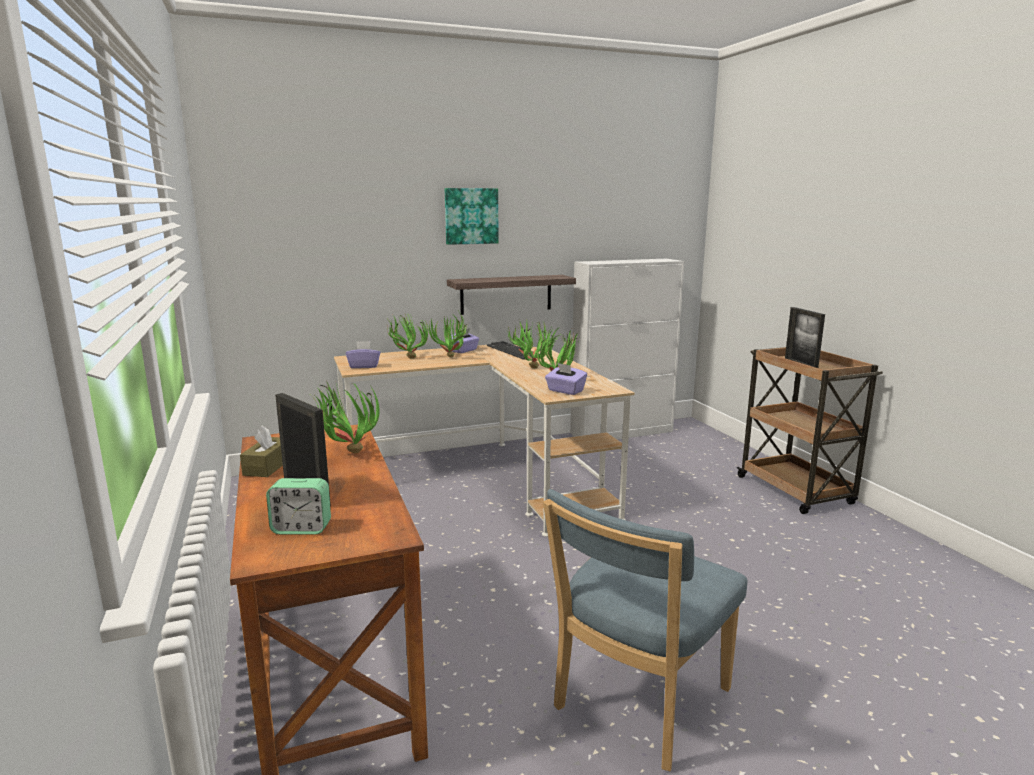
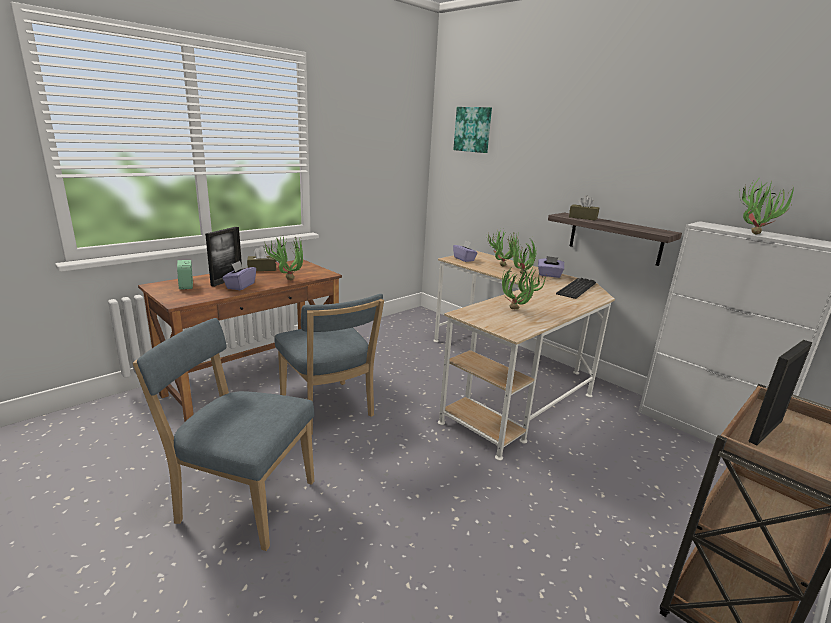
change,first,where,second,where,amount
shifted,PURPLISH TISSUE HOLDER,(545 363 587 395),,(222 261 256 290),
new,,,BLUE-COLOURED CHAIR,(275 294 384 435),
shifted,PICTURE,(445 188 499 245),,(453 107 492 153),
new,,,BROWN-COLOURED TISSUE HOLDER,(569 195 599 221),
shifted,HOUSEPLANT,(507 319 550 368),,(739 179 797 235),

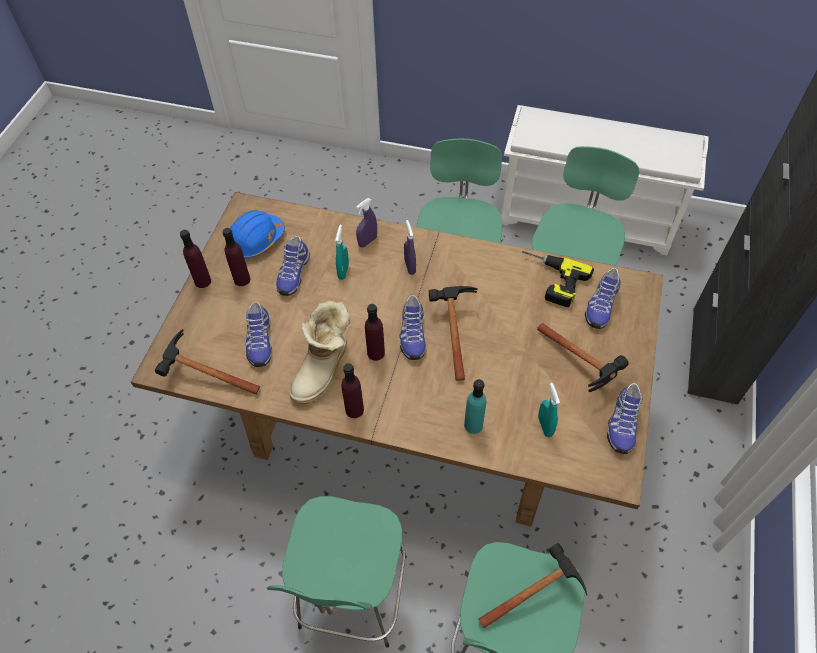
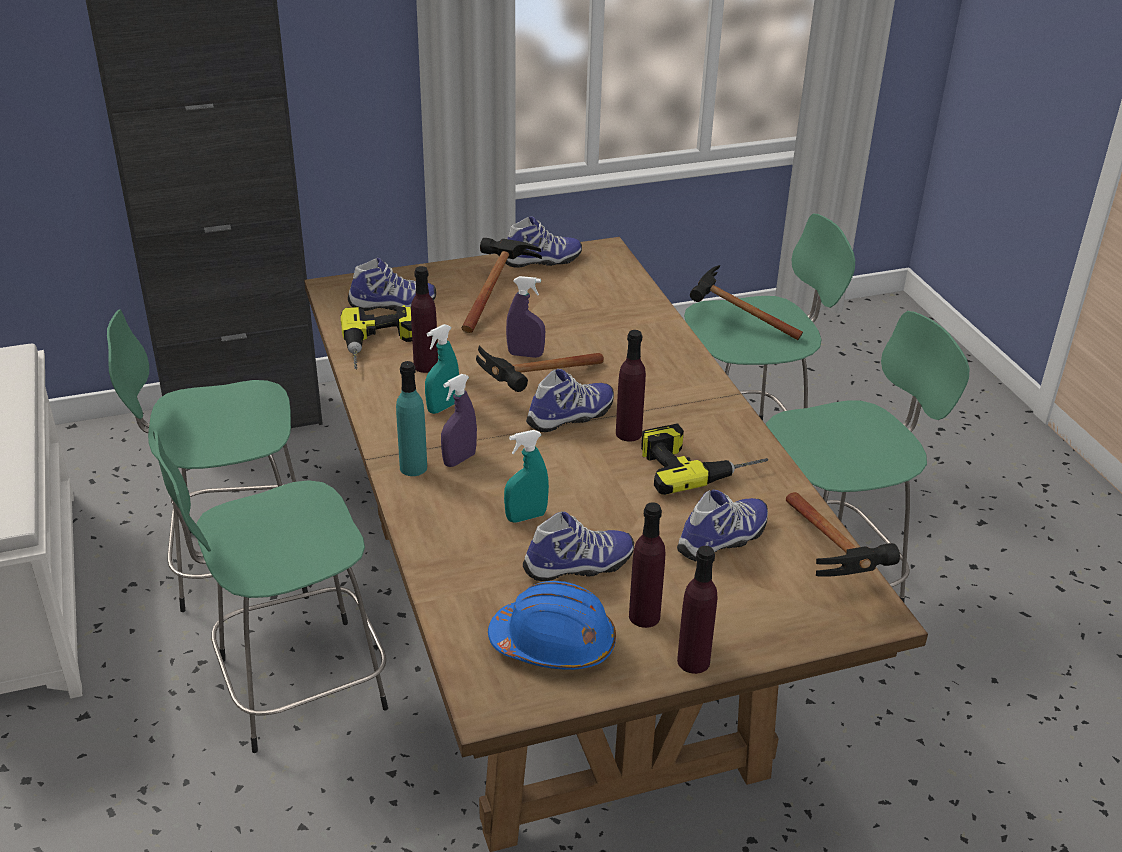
change,first,where,second,where,amount
shifted,TURQUOISE BOTTLE,(464 379 486 434),,(396 361 427 476),
shifted,PURPLISH BOTTLE,(342 363 364 418),,(411 266 438 373),
shifted,TURQUOISE SPRAYER,(538 383 560 437),,(425 324 459 414),
shifted,PURPLISH SPRAYER,(356 198 377 247),,(506 276 545 358),
swapped,TALL BOOT,(289 301 351 403),DRILL,(641 423 768 495),

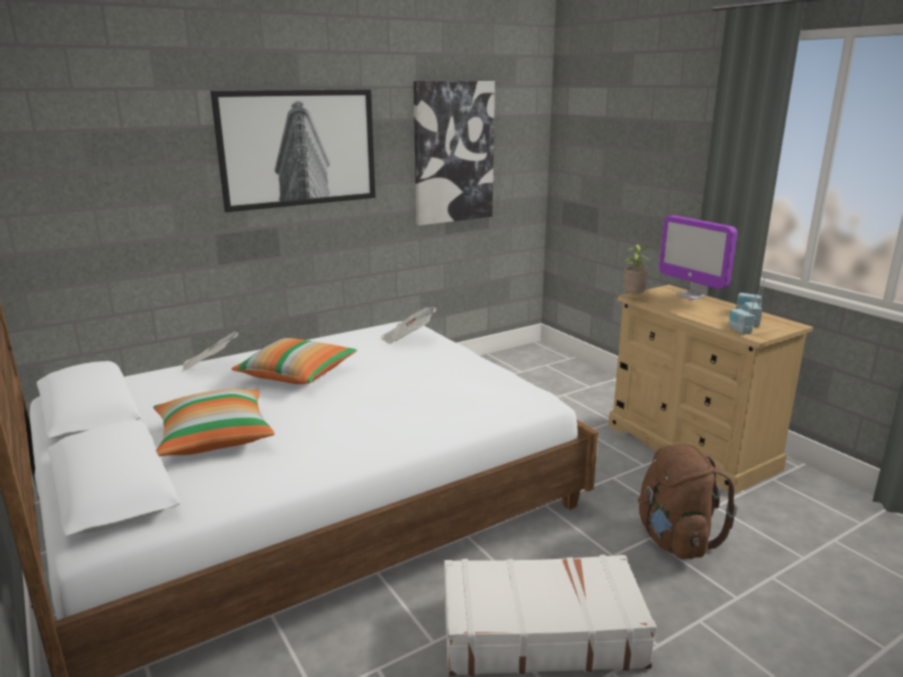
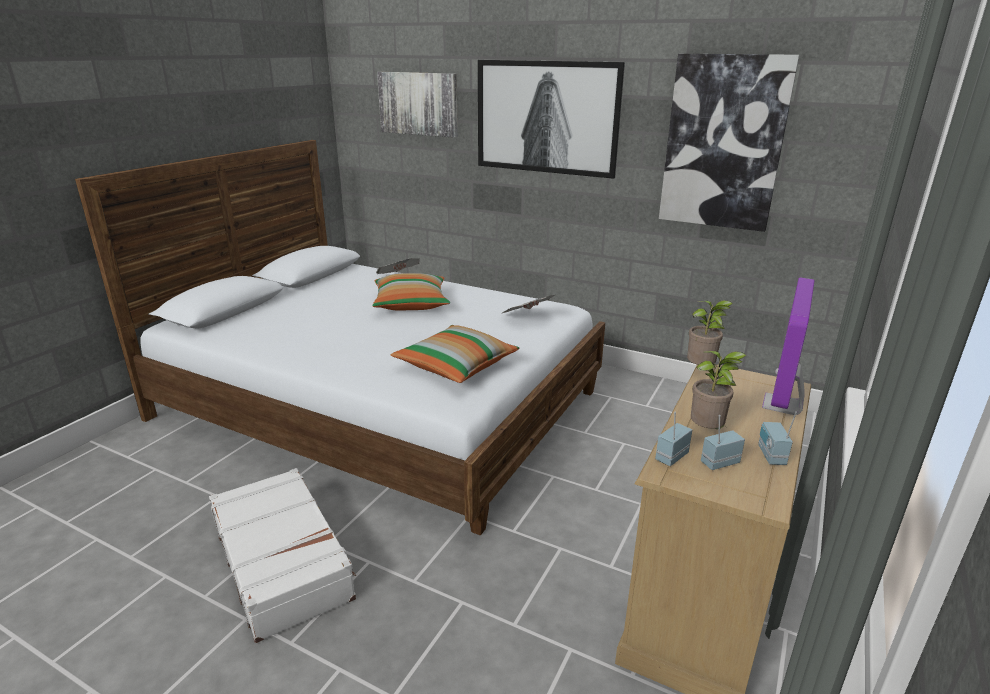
change,first,where,second,where,amount
new,,,PICTURE,(377 72 458 138),
shifted,CUSHION,(153 389 275 456),,(391 325 519 383),
new,,,HOUSEPLANT,(691 351 747 429),
gone,BROWN-COLOURED RUCKSACK,(638 444 737 559),,,

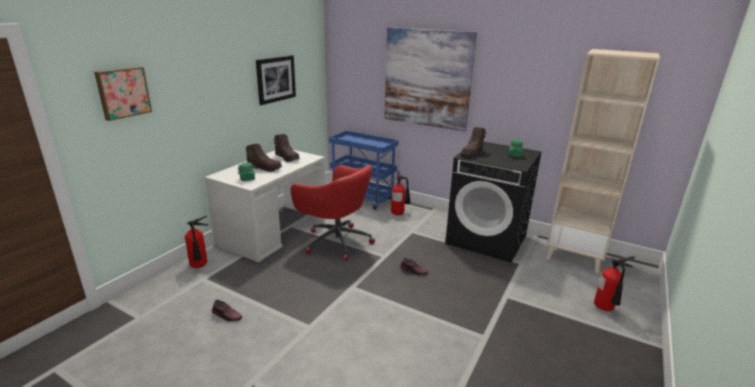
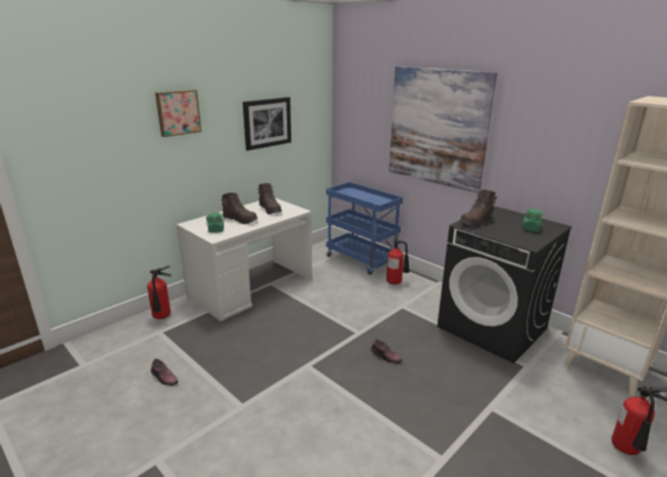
change,first,where,second,where,amount
shifted,PICTURE,(94 67 152 121),,(155 90 202 137),
gone,RED COMPUTER CHAIR,(290 165 375 261),,,

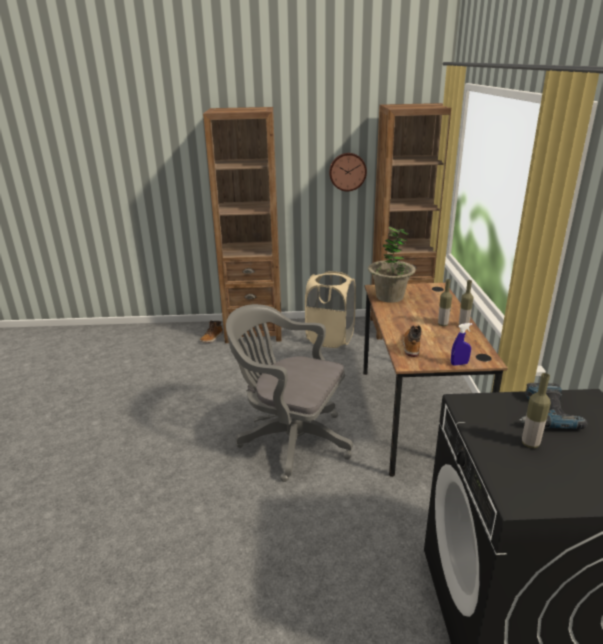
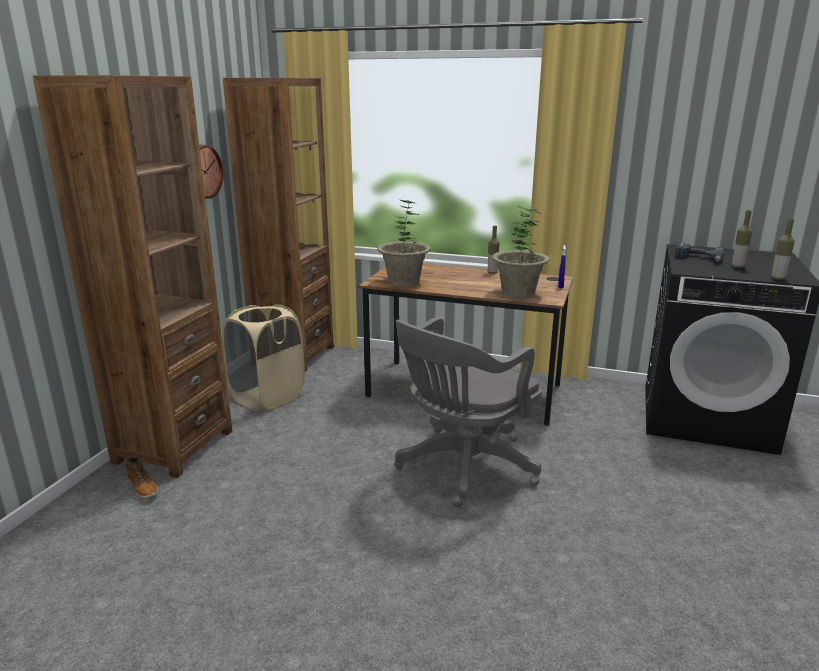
change,first,where,second,where,amount
swapped,TALL BOOT,(403 325 421 357),HOUSEPLANT,(492 205 550 298),
shifted,BOTTLE,(438 279 452 326),,(771 219 795 280),

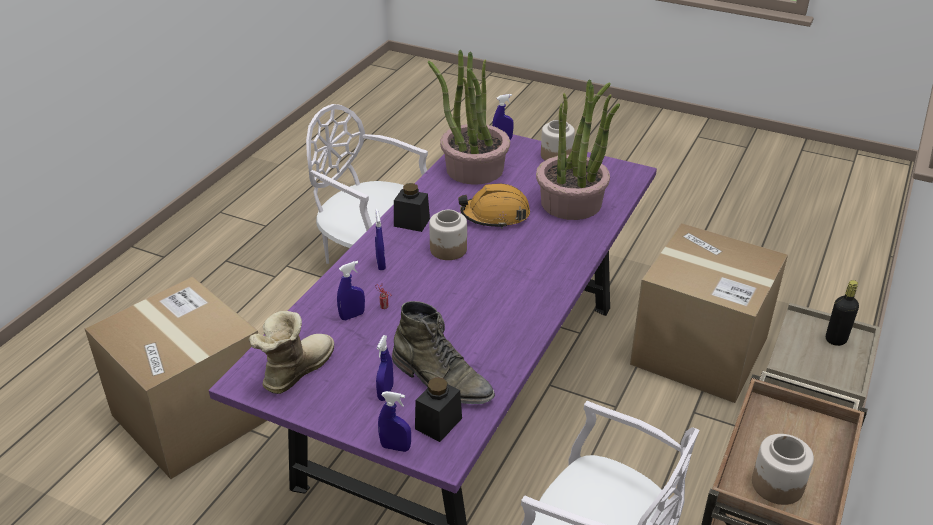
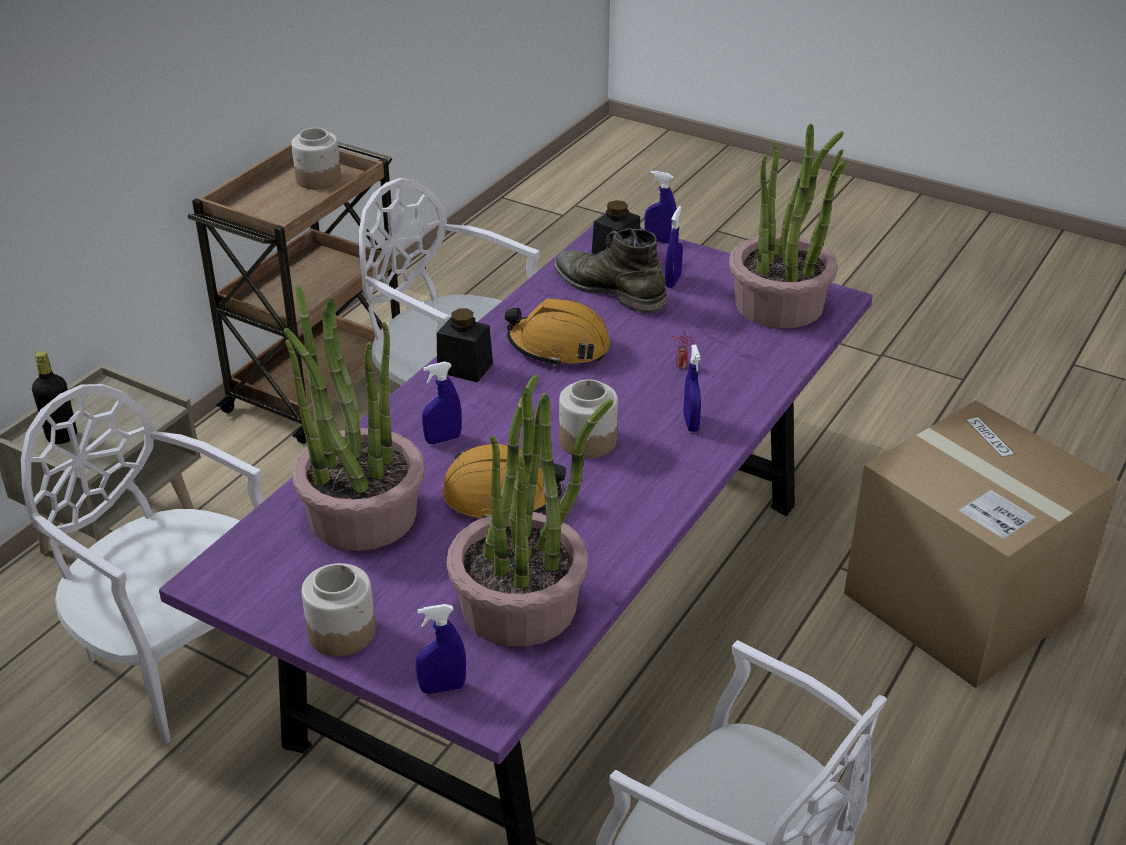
change,first,where,second,where,amount
swapped,PACKING BOX,(630 223 788 403),WHITISH CHAIR,(21 384 264 743),
shifted,BLUE-COLOURED SPRAYER,(337 261 365 320),,(422 361 462 444),
shifted,BLACK-COLOURED PRESERVE JAR,(394 183 430 232),,(437 309 493 383),
new,,,ORANGE HARD HAT,(505 298 610 367),
swapped,TALL BOOT,(249 311 334 394),HOUSEPLANT,(729 124 846 329),

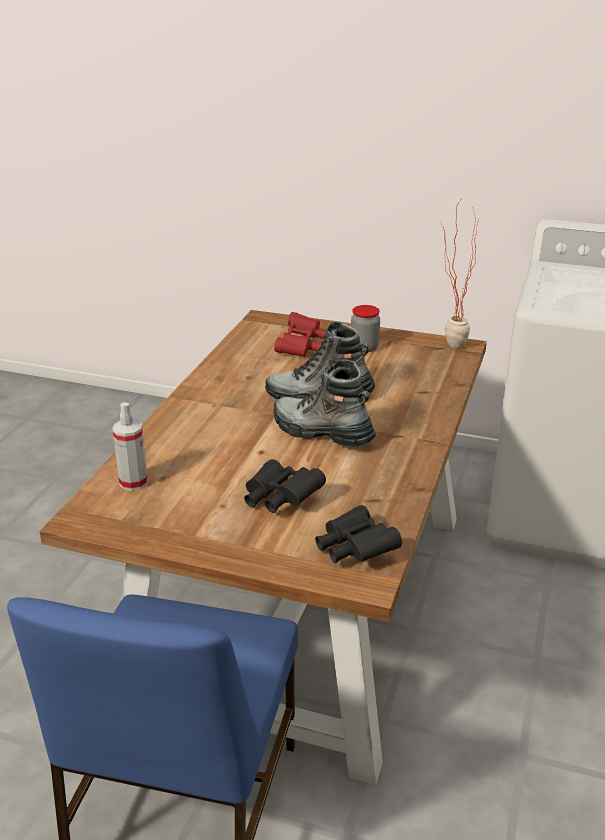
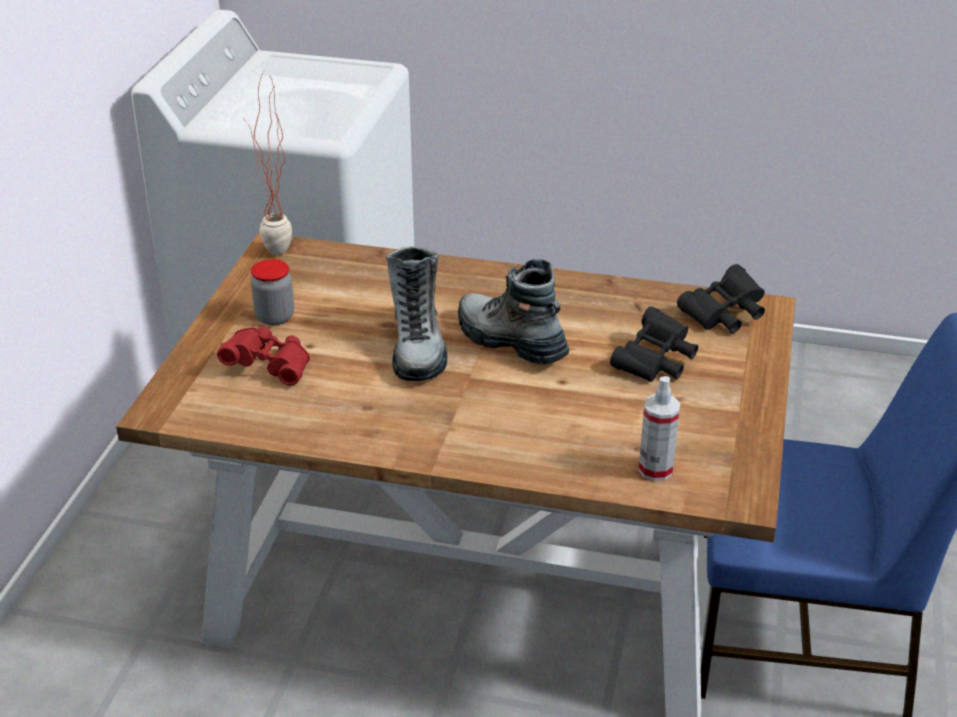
change,first,where,second,where,amount
rotated,TALL BOOT,(273 359 376 447),,(458 259 569 365),105 degrees clockwise

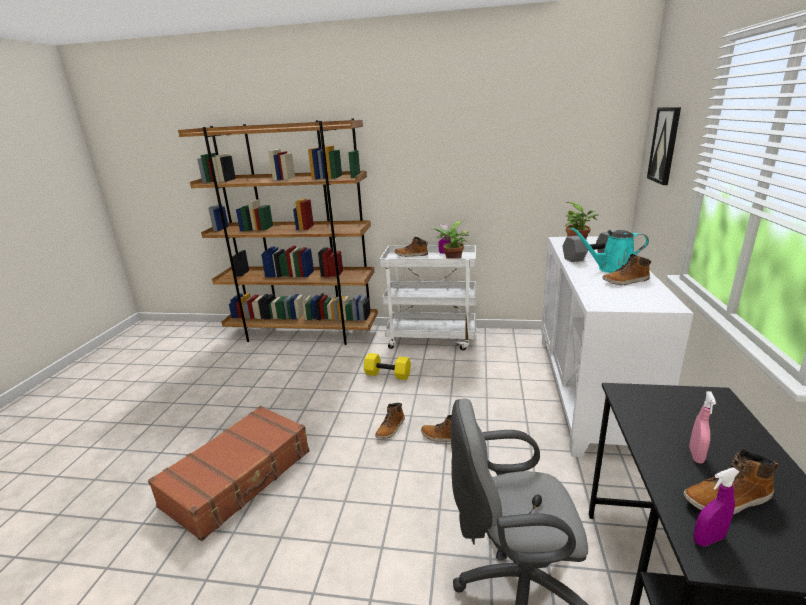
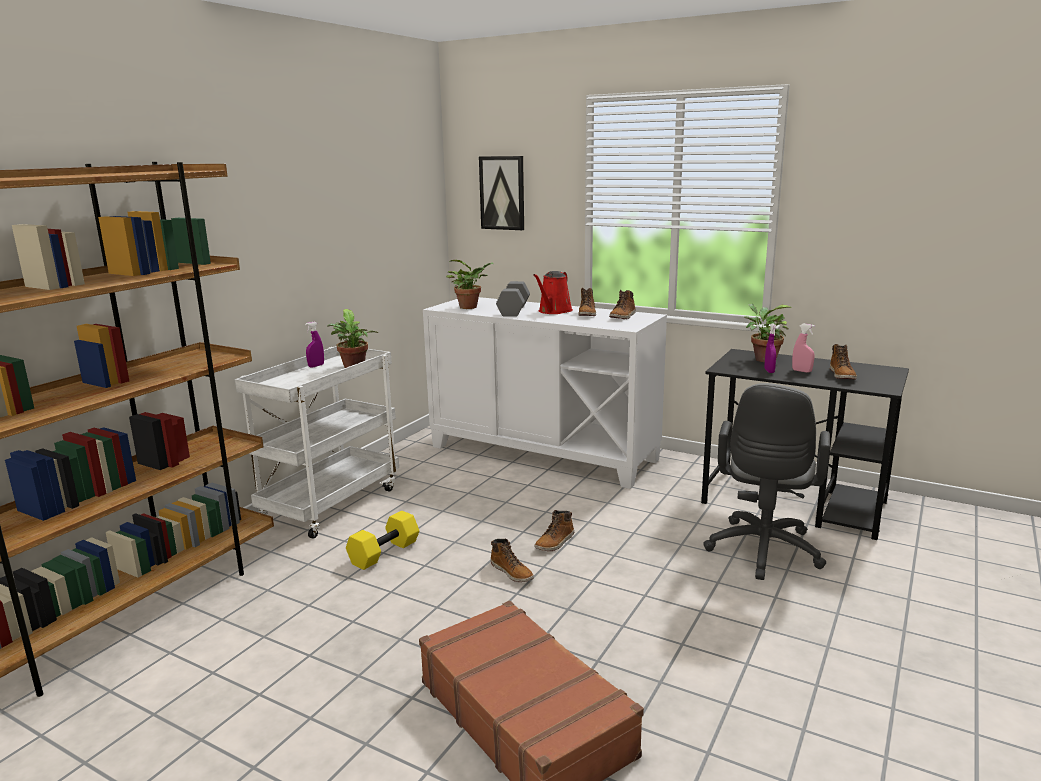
change,first,where,second,where,amount
repainted,TURQUOISE WATERING CAN,(571 227 649 273),RED WATERING CAN,(533 271 573 314),
shifted,TALL BOOT,(395 237 428 257),,(609 290 636 319),
new,,,HOUSEPLANT,(744 304 791 362),
shifted,PURPLISH SPRAYER,(693 467 740 547),,(764 323 777 373),

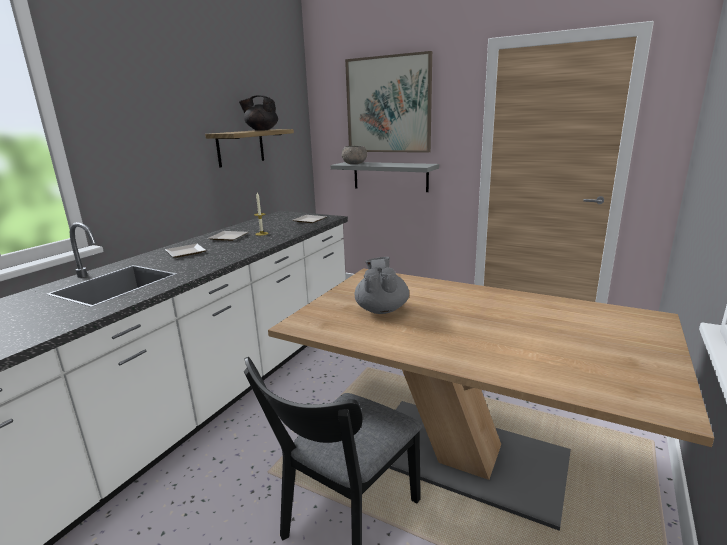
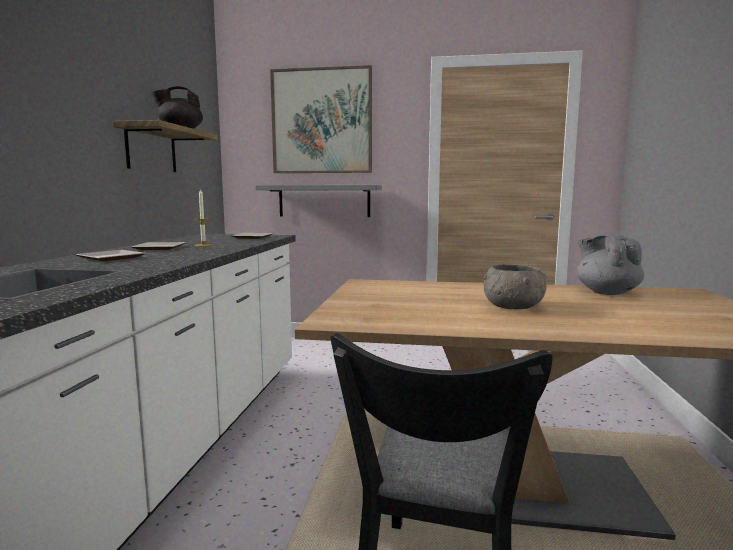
change,first,where,second,where,amount
shifted,GREYISH SERVING BOWL,(342 146 367 164),,(484 264 546 309),
shifted,GREYISH POT FOR TEA,(355 257 409 314),,(577 234 644 295),

